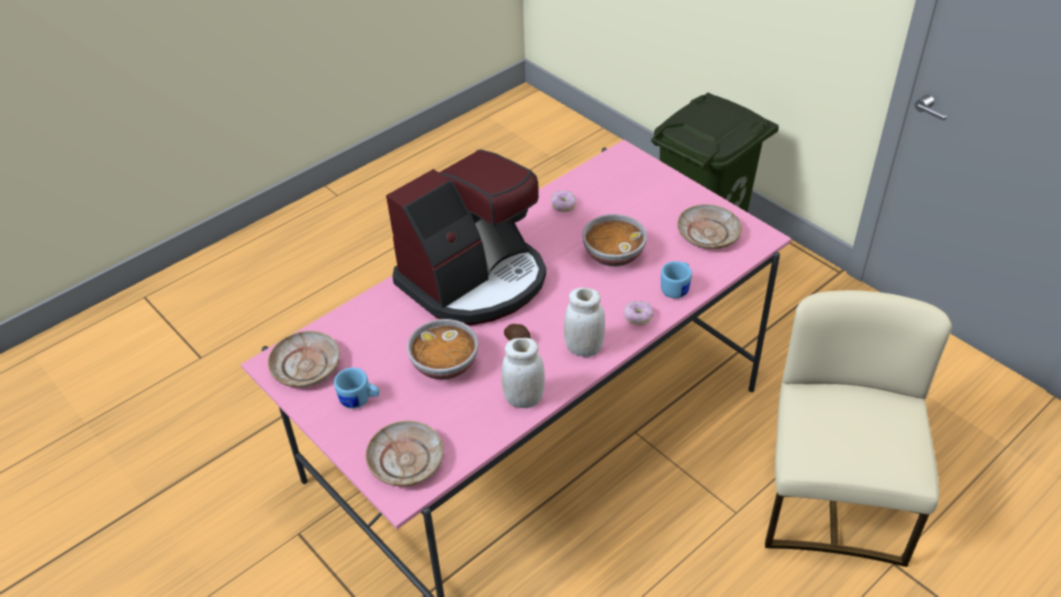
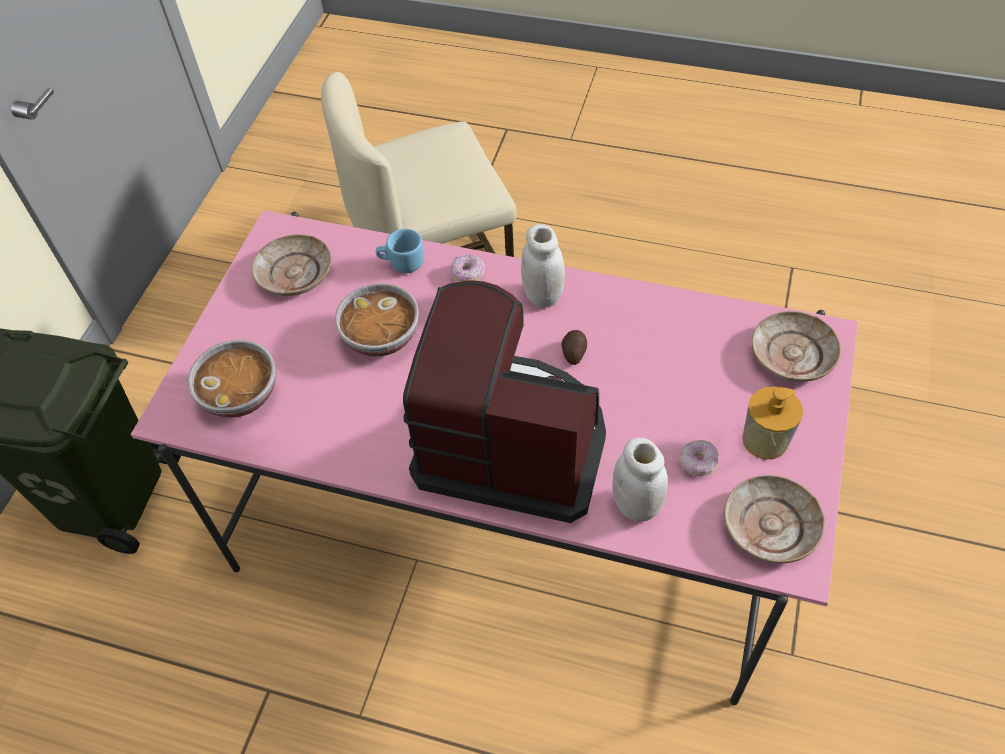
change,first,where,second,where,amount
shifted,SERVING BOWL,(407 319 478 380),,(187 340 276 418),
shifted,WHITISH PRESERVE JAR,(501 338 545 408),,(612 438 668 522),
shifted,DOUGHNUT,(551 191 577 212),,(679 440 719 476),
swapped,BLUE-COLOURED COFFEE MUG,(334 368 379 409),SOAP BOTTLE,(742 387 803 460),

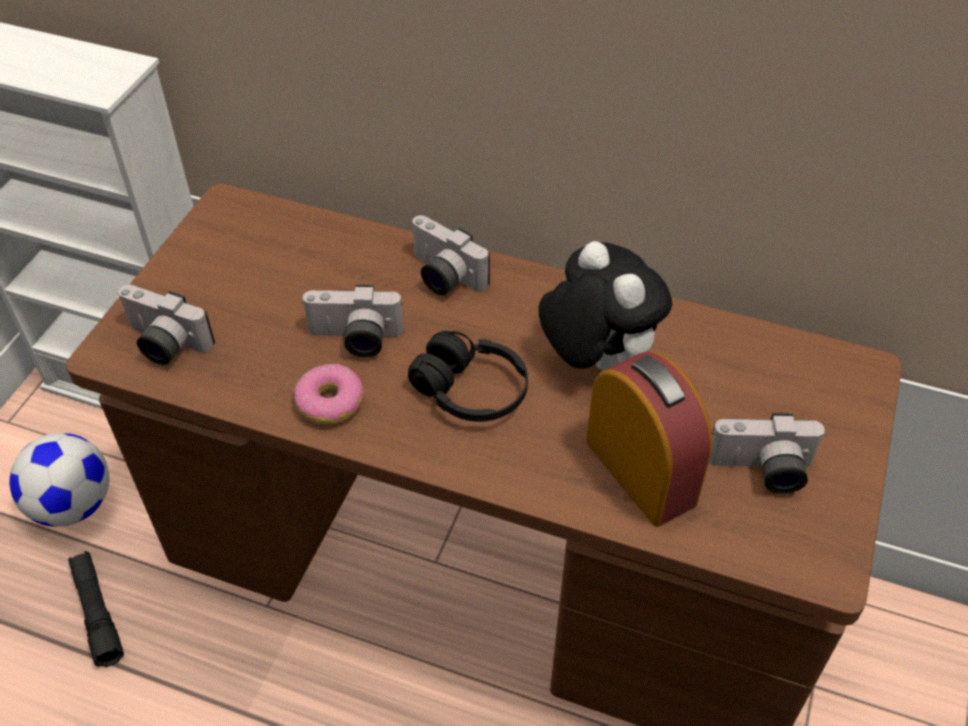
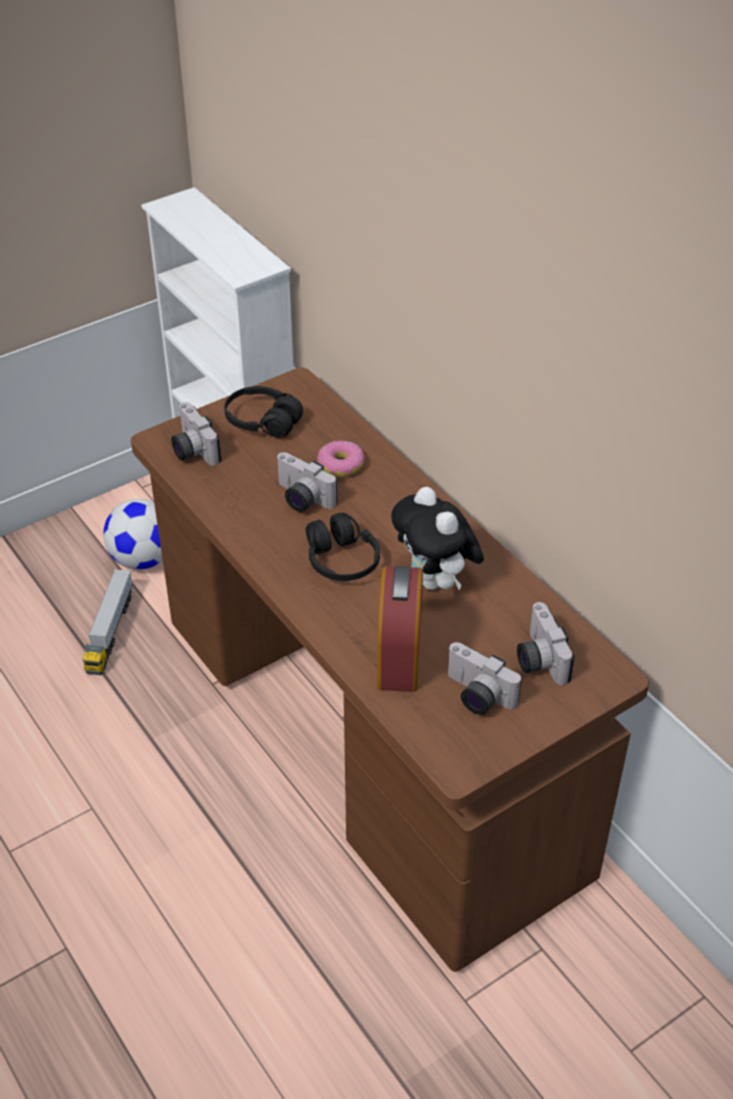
change,first,where,second,where,amount
swapped,BLACK-COLOURED FLASHLIGHT,(68 551 124 667),MODEL TRUCK,(83 569 133 675),
new,,,BLACK-COLOURED HEADSET,(224 386 303 438),
shifted,DOUGHNUT,(293 364 364 425),,(317 440 365 477),
rotated,PLUSH TOY,(538 241 672 371),,(391 487 484 590),150 degrees clockwise
shifted,STILL CAMERA,(411 215 490 295),,(517 602 575 685),

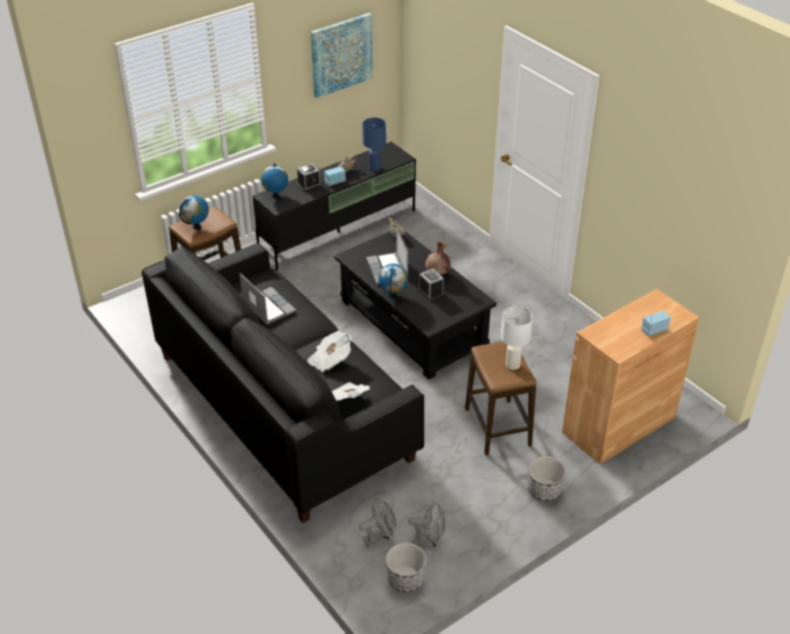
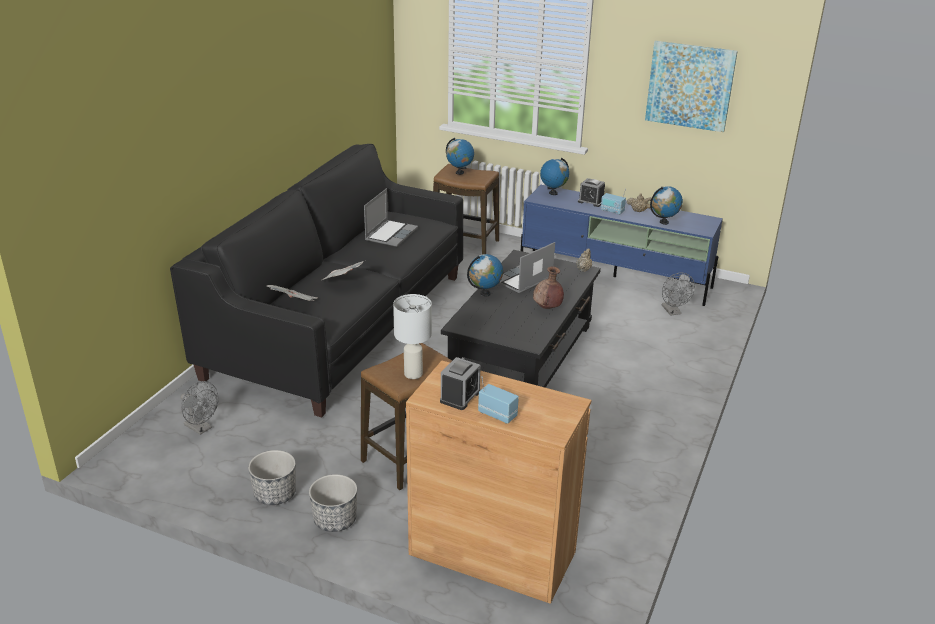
change,first,where,second,where,amount
shifted,FLOWER POT,(386 543 426 593),,(248 450 296 505),
shifted,BEDSIDE CLOCK,(418 268 444 301),,(440 357 481 410),
repainted,BLACK-COLOURED TV UNIT,(253 142 416 270),BLUE-COLOURED TV UNIT,(521 185 723 306),
swapped,BLUE-COLOURED LAMP FOR A TABLE,(362 118 386 171),DESK GLOBE,(650 186 683 225),
shifted,GREYISH FAN,(408 502 446 549),,(662 273 695 316),

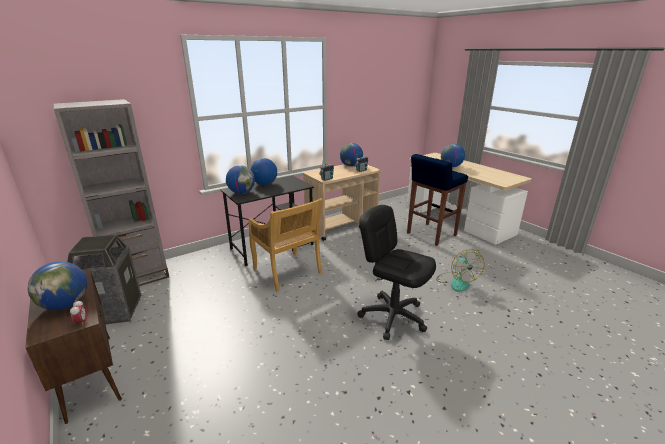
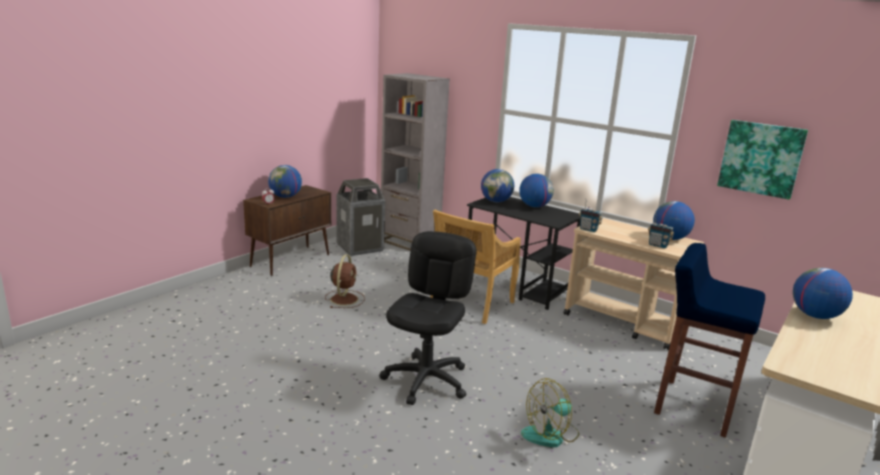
change,first,where,second,where,amount
new,,,BROWN-COLOURED FAN,(325 254 365 308),
new,,,PICTURE,(717 120 808 200),

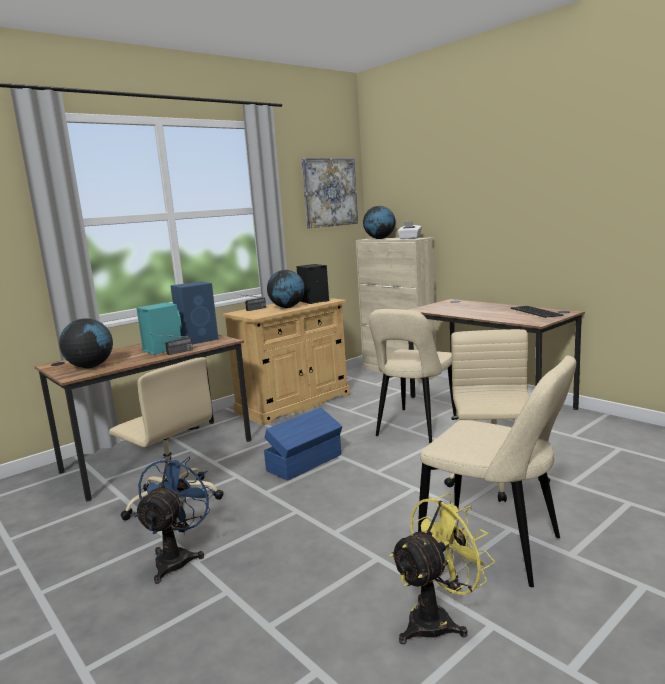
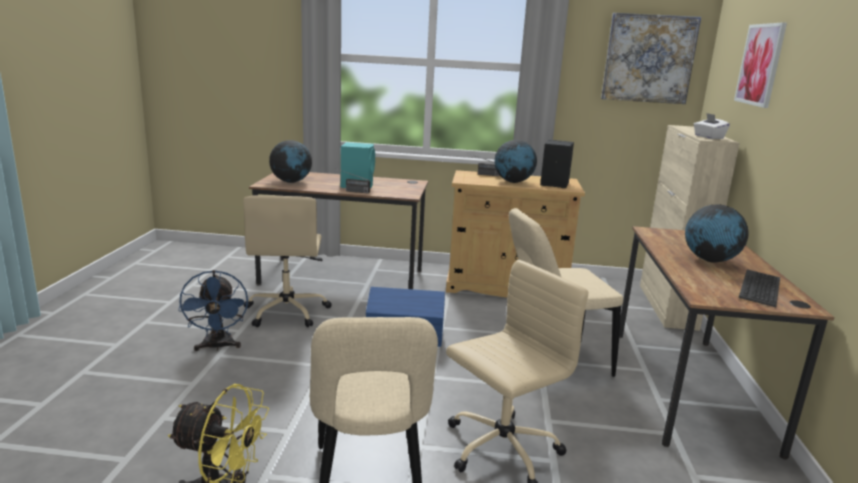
change,first,where,second,where,amount
rotated,BLUE-COLOURED FAN,(134 454 215 584),,(178 270 248 351),105 degrees clockwise
shifted,DESK GLOBE,(363 206 396 239),,(685 205 749 262),
new,,,PICTURE,(734 23 787 108),
gone,BLUE-COLOURED SPEAKER,(171 281 219 345),,,

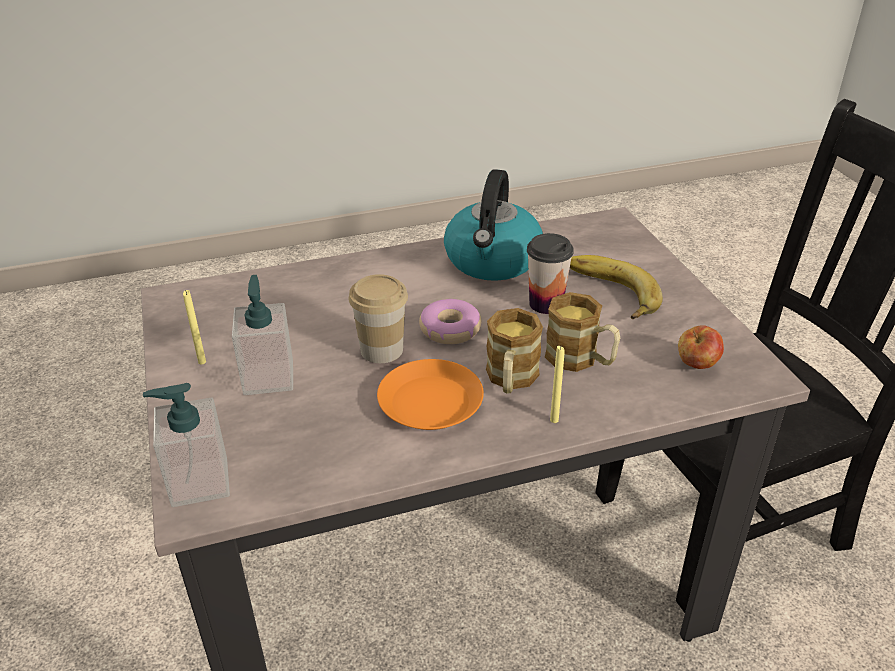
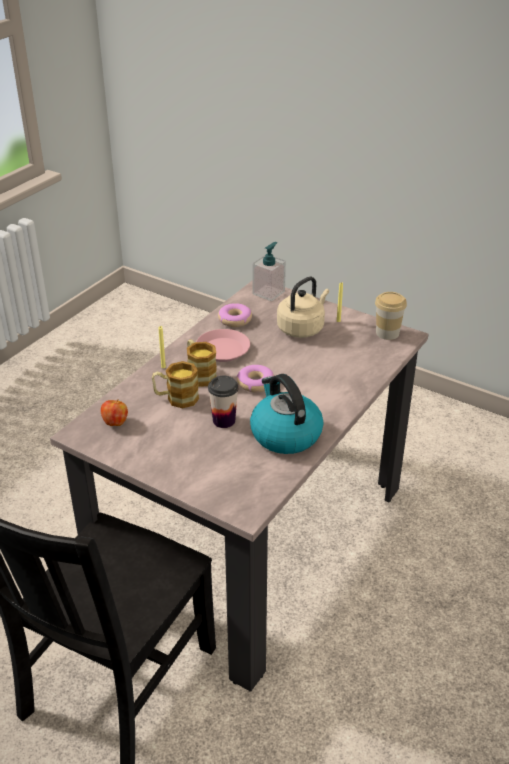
change,first,where,second,where,amount
repainted,ORANGE FLAT DISH,(377 359 484 430),PINK FLAT DISH,(196 329 250 362),
new,,,DOUGHNUT,(218 303 252 327),
swapped,SOAP BOTTLE,(232 275 293 395),SAND-COLOURED TEA KETTLE,(277 277 329 338),
shifted,SMALL CUP,(349 274 408 363),,(375 292 407 340),
gone,BANANA,(570 255 663 319),,,

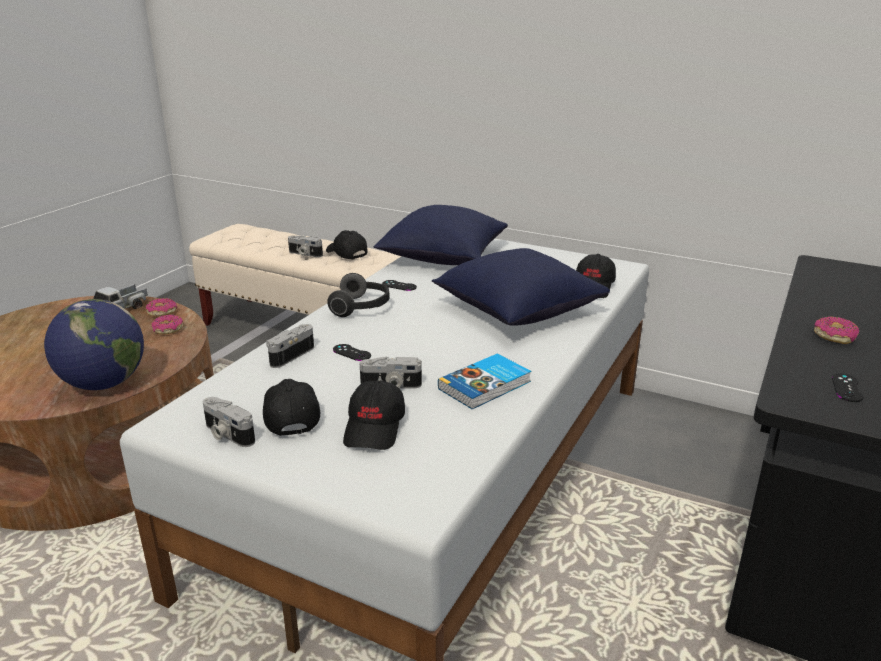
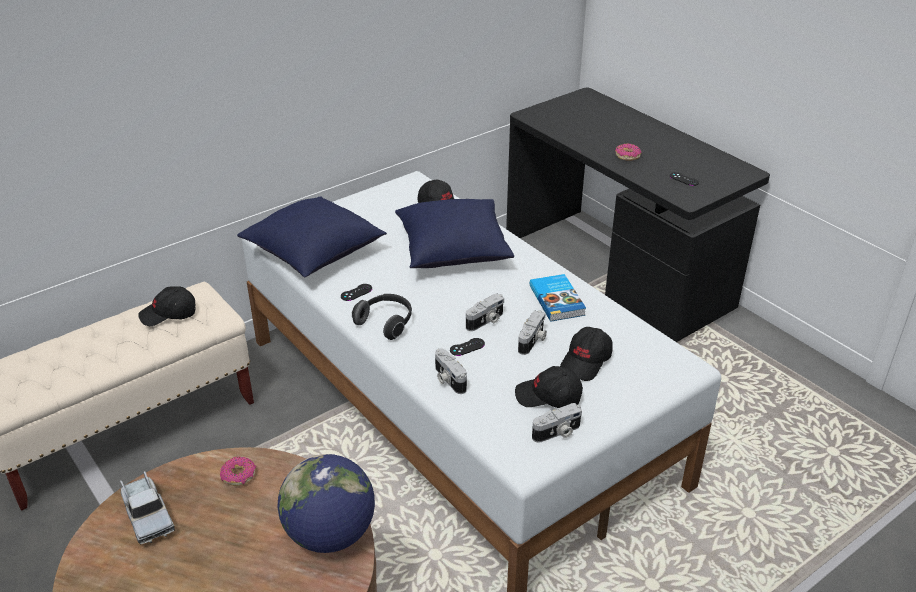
change,first,where,second,where,amount
shifted,STILL CAMERA,(288 236 323 257),,(466 293 504 331),
rotated,BLACK-COLOURED PEAKED CAP,(343 380 405 450),,(560 327 613 381),90 degrees clockwise
gone,DOUGHNUT,(146 298 177 316),,,

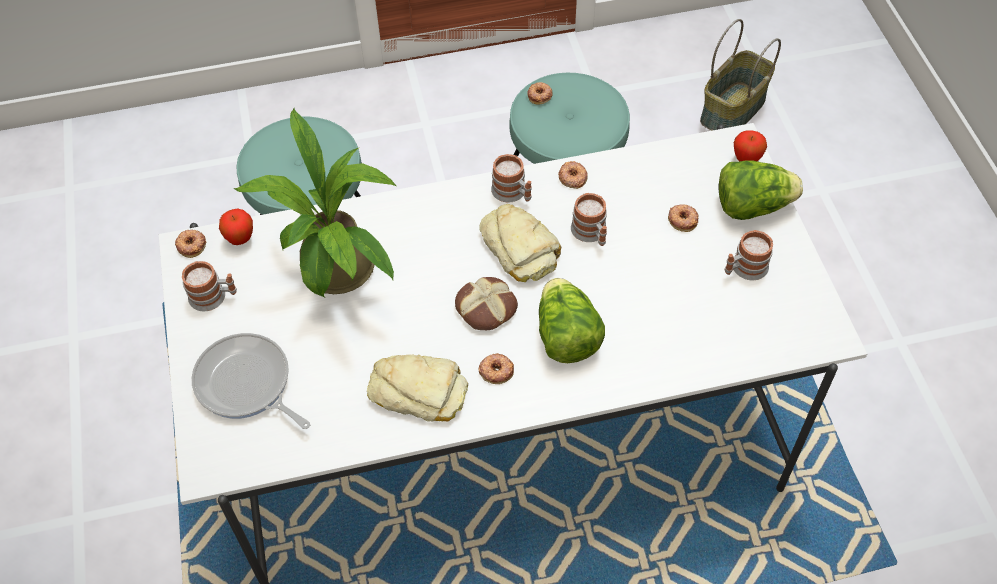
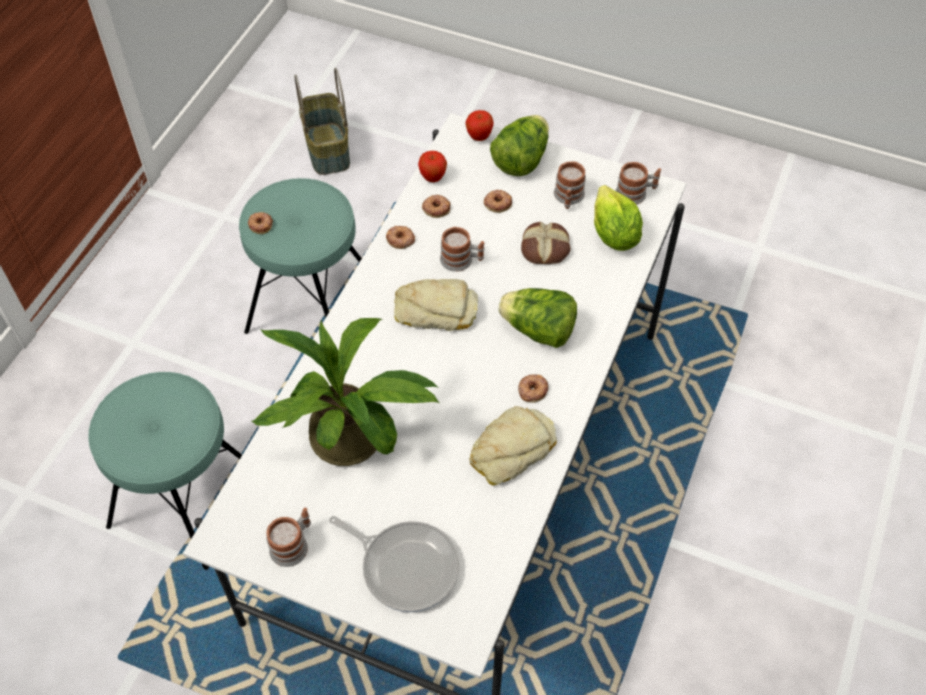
change,first,where,second,where,amount
rotated,FRYING PAN,(191 333 310 429),,(329 516 459 612),135 degrees counterclockwise
shifted,APPLE FRUIT,(219 209 253 245),,(418 151 447 182),
shifted,DOUGHNUT,(175 230 206 258),,(422 195 451 218),
shifted,BAKED BREAD,(455 277 518 330),,(521 222 571 264),
new,,,LETTUCE HEAD,(594 185 643 251),
shifted,COFFEE MUG,(491 154 532 203),,(615 162 661 205),

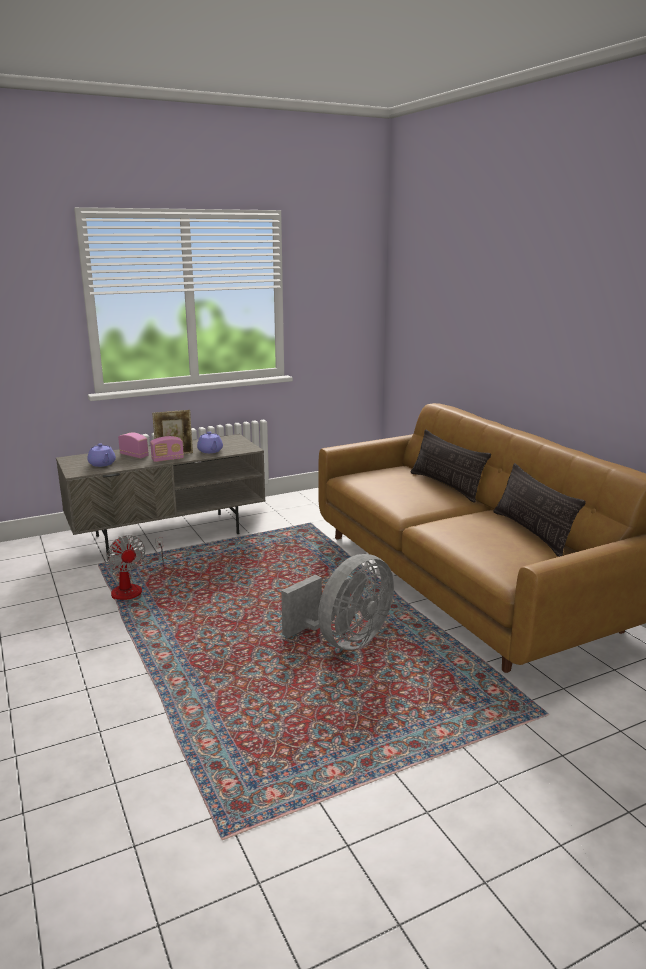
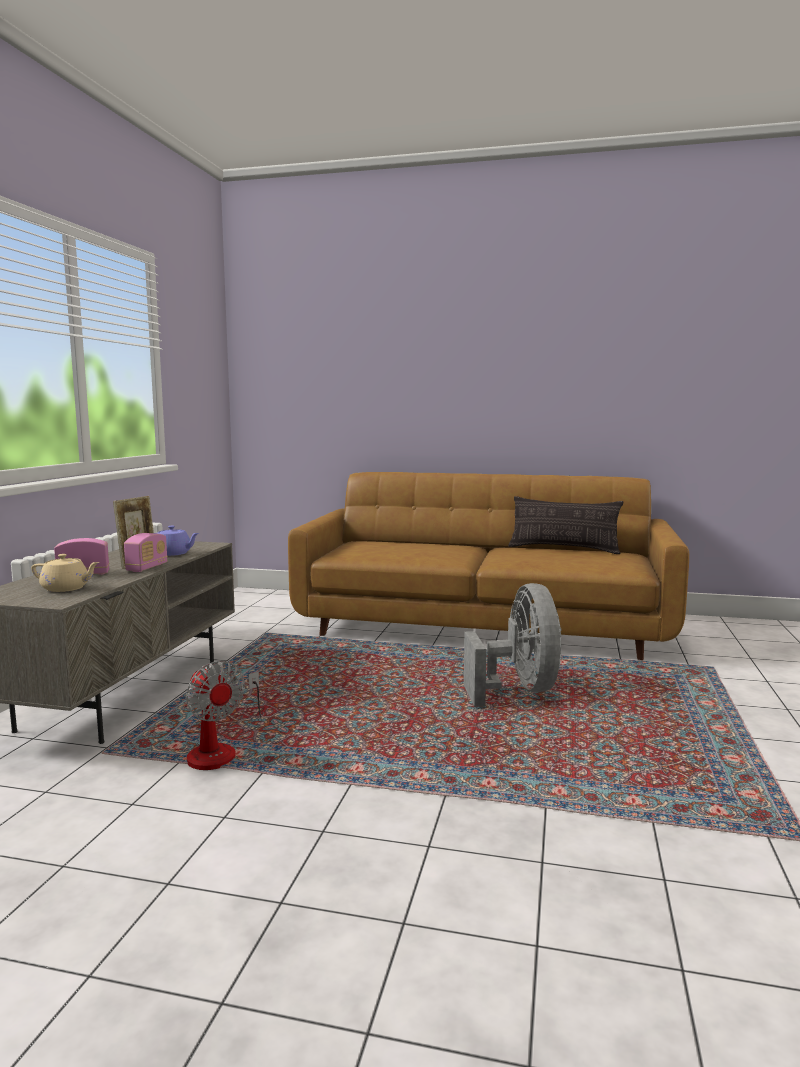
change,first,where,second,where,amount
repainted,PURPLISH POT FOR TEA,(87 443 116 467),SAND-COLOURED POT FOR TEA,(31 554 100 592),
rotated,FAN,(107 535 164 600),,(186 661 261 770),45 degrees clockwise
gone,CUSHION,(411 430 491 503),,,

